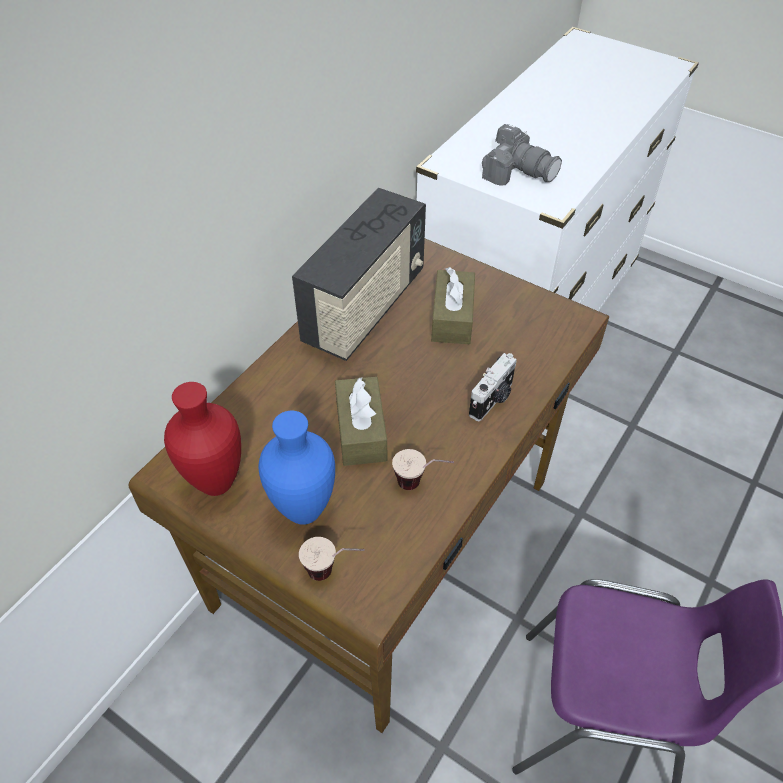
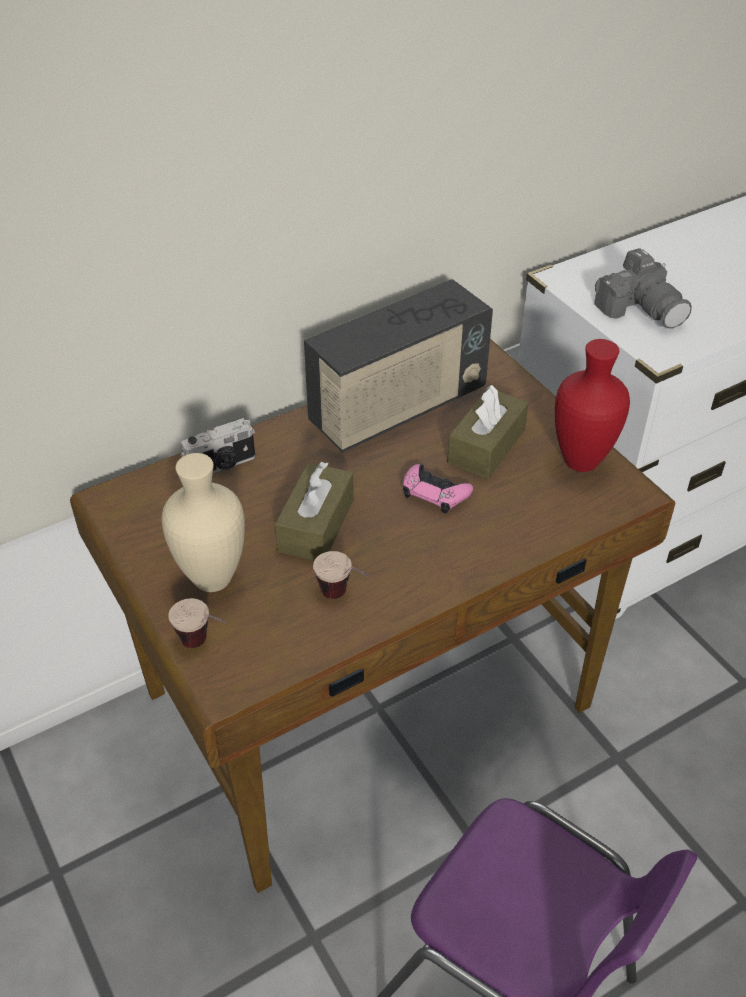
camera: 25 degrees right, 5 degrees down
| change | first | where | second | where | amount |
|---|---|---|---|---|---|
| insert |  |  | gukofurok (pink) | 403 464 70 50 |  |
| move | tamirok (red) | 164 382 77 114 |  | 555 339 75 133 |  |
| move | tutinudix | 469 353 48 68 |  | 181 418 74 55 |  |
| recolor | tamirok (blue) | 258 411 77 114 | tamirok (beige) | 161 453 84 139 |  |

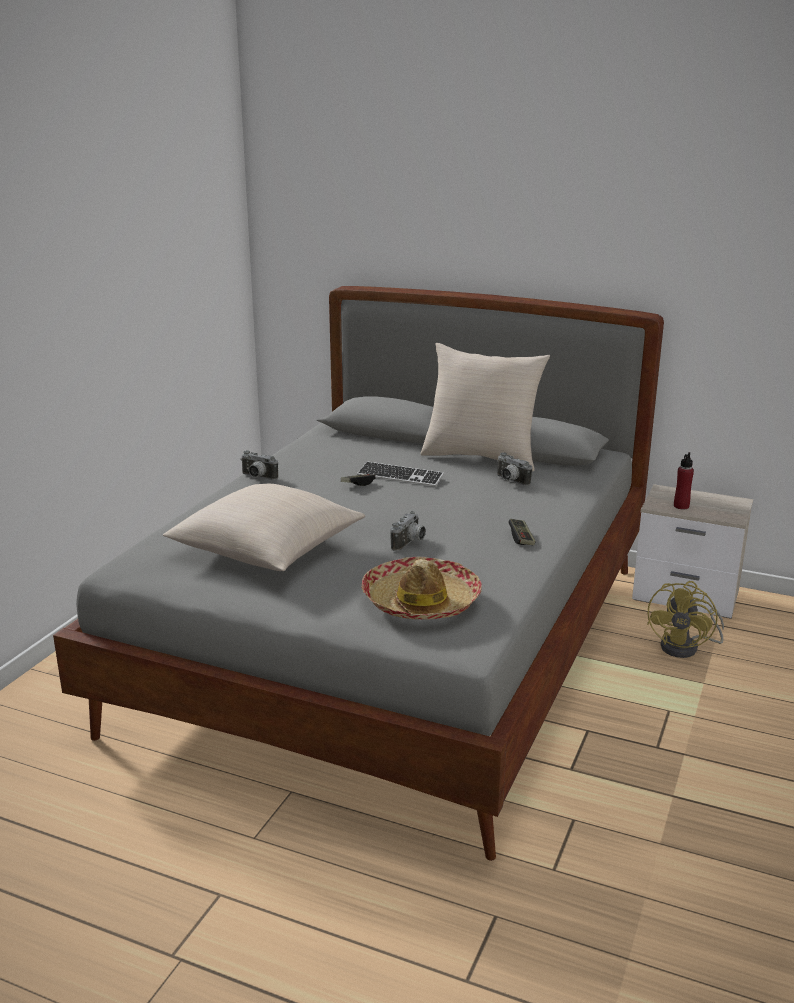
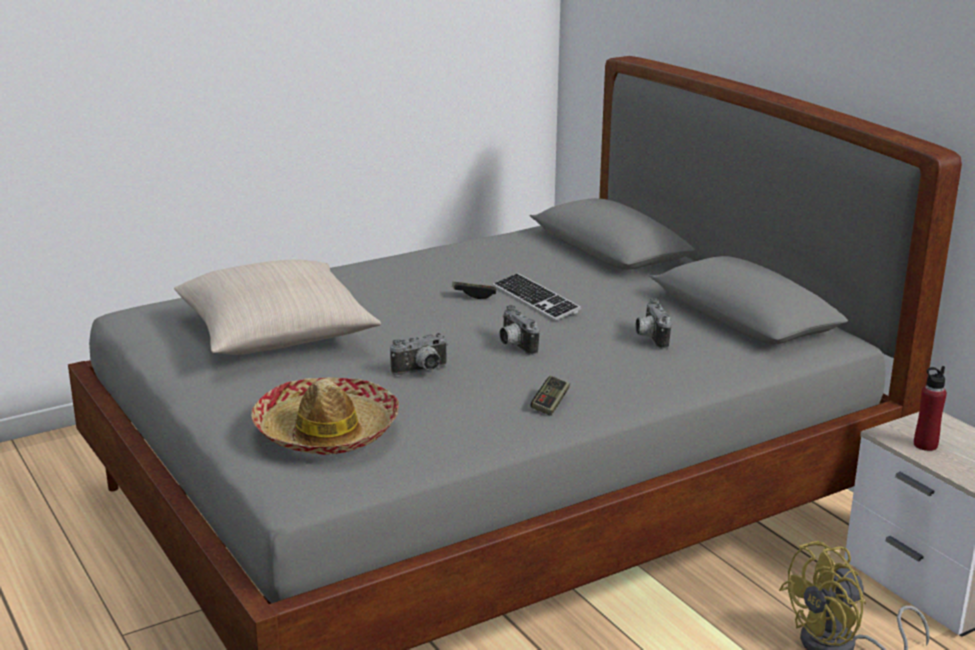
camera: 35 degrees right, 0 degrees up
| change | first | where | second | where | amount |
|---|---|---|---|---|---|
| delete | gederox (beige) | 421 343 129 128 |  |  |  |
| move | tutinudix | 240 450 38 30 |  | 499 305 41 50 |  |

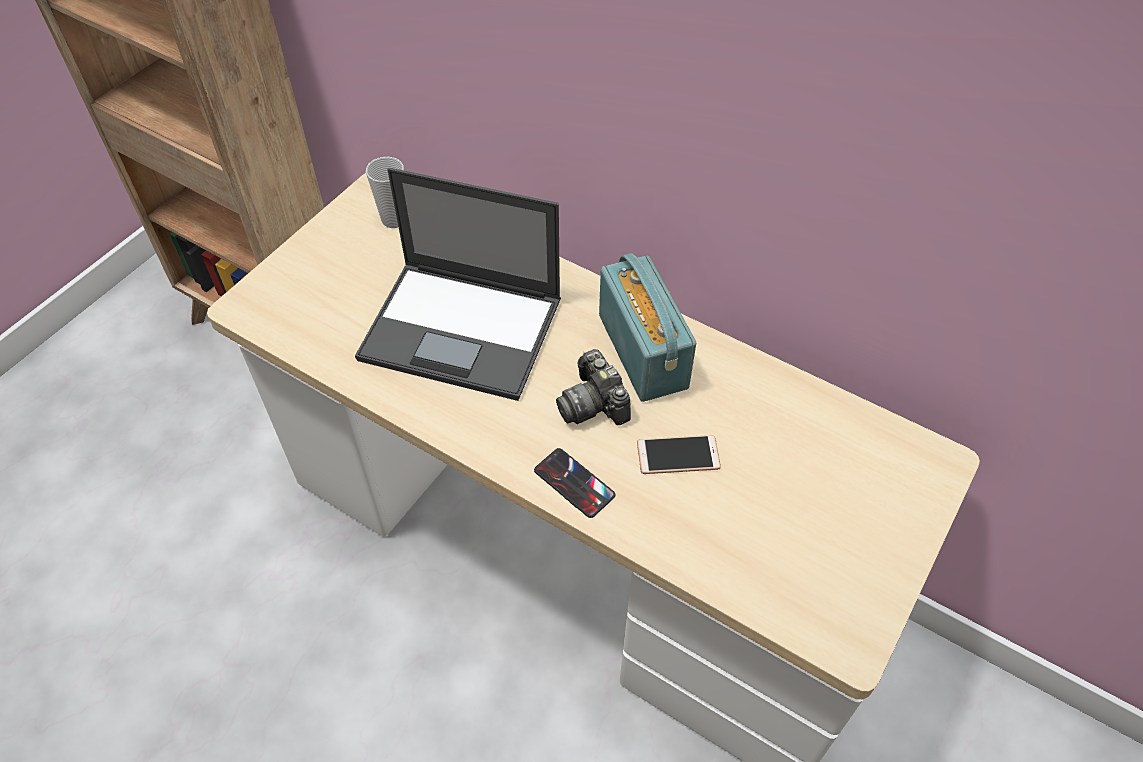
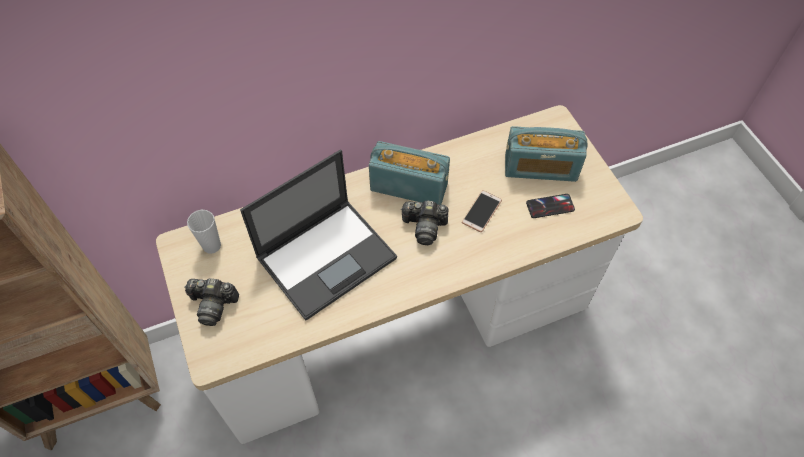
camera: 55 degrees left, 5 degrees up
| change | first | where | second | where | amount |
|---|---|---|---|---|---|
| insert |  |  | tutinudix | 184 278 55 48 |  |
| insert |  |  | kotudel | 505 126 83 56 |  |
| move | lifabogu | 534 448 81 70 |  | 526 194 49 24 |  |

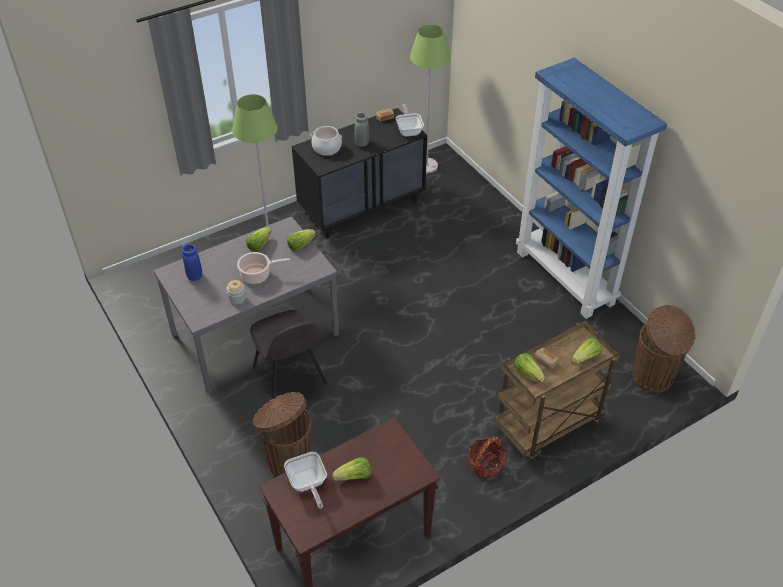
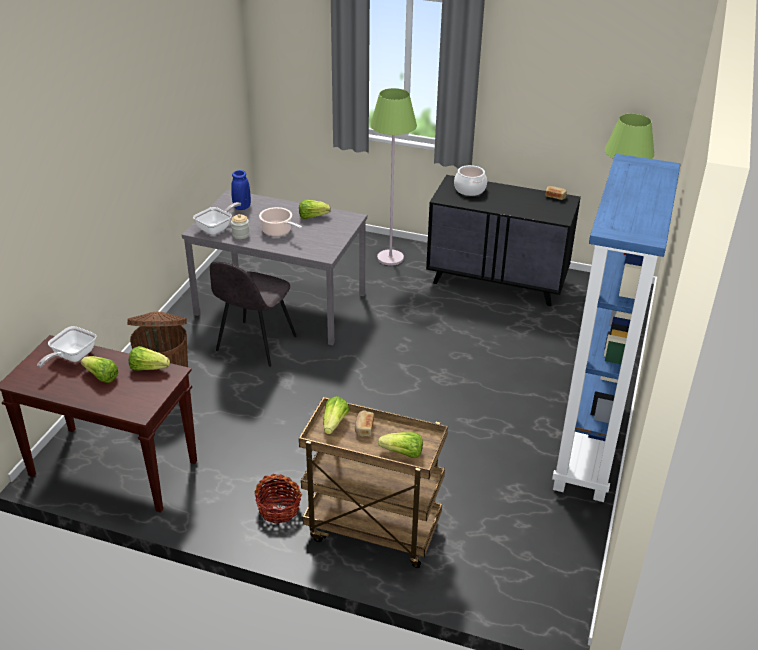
camera: 50 degrees right, 10 degrees down
| change | first | where | second | where | amount |
|---|---|---|---|---|---|
| delete | tamirok (grey) | 354 112 15 35 |  |  |  |
| delete | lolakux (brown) | 633 305 63 88 |  |  |  |
| move | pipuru | 287 229 29 23 |  | 129 346 41 25 |  |
| move | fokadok | 396 104 28 32 |  | 193 202 48 33 |  |

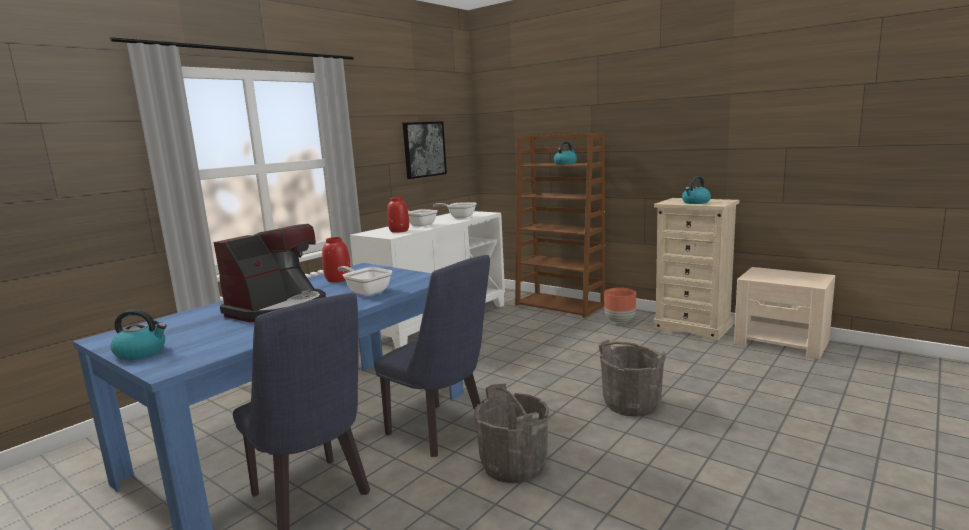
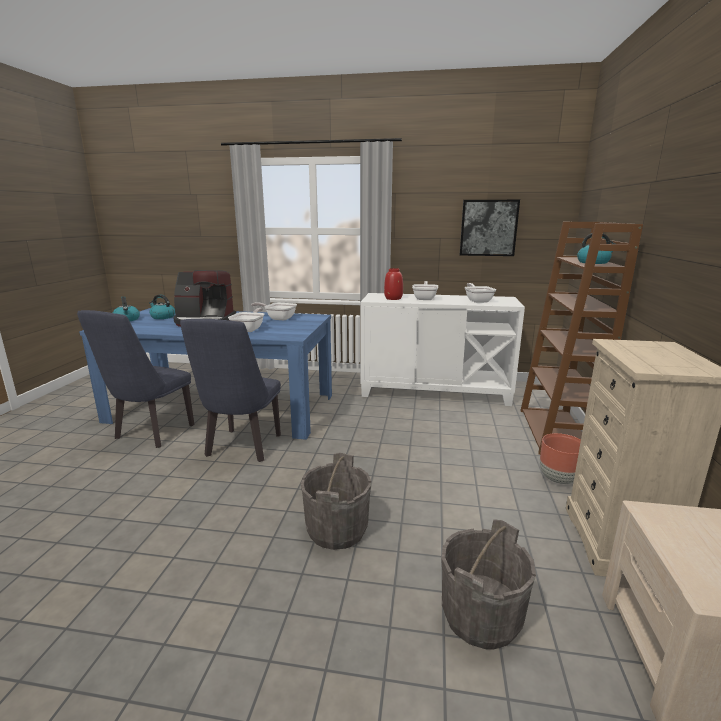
camera: 60 degrees right, 5 degrees up
| change | first | where | second | where | amount |
|---|---|---|---|---|---|
| move | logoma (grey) | 474 383 75 100 |  | 441 519 95 131 |  |
| move | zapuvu | 682 177 29 27 |  | 149 294 26 25 |  |
| replace | tamirok (red) | 322 237 29 45 | fokadok | 251 302 46 18 |  |

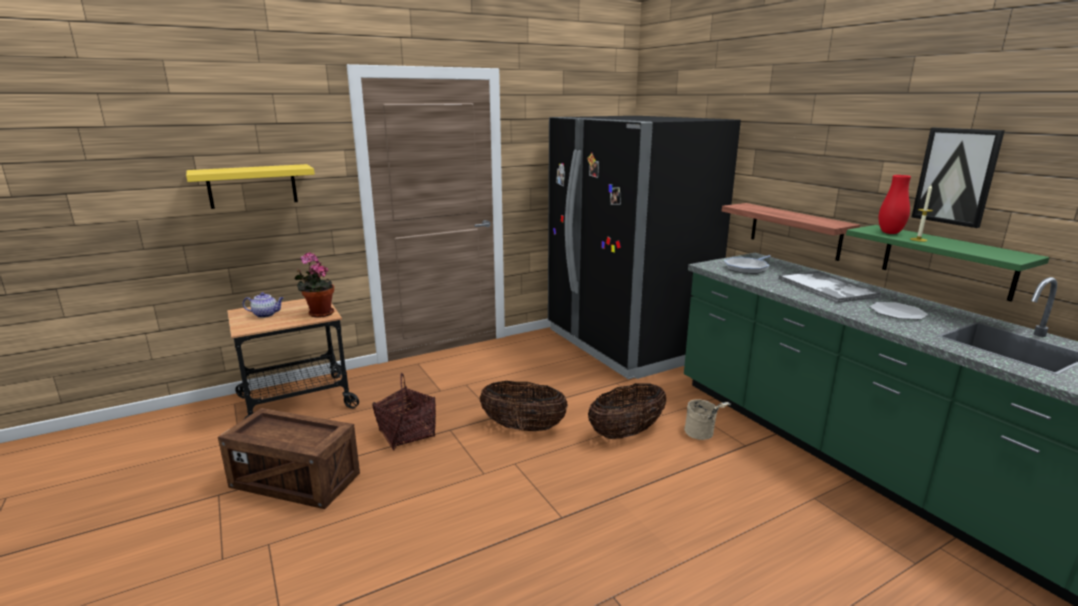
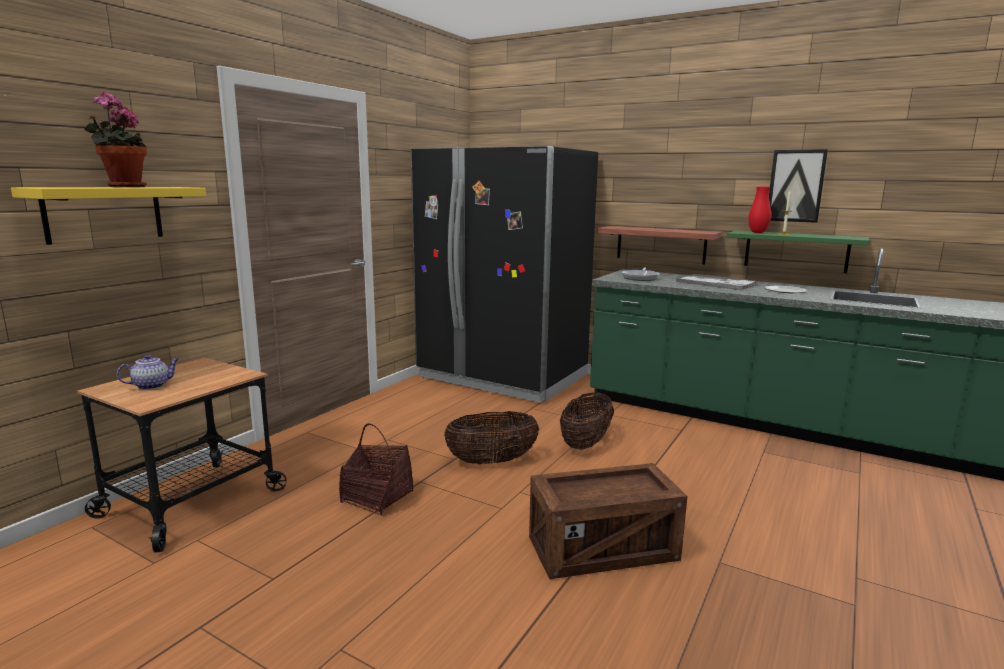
camera: 30 degrees left, 5 degrees down
| change | first | where | second | where | amount |
|---|---|---|---|---|---|
| delete | logoma (beige) | 684 399 47 41 |  |  |  |
| move | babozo | 218 408 142 101 |  | 529 463 159 116 |  |
| move | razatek | 294 252 40 66 |  | 84 92 63 95 |  |

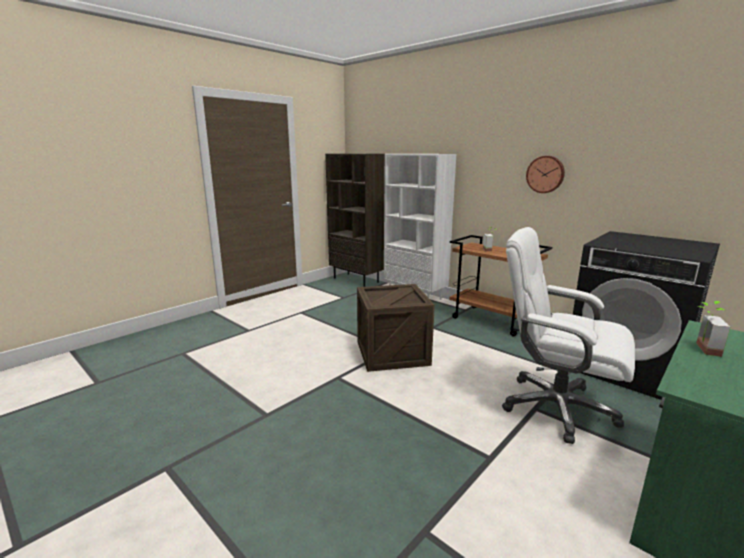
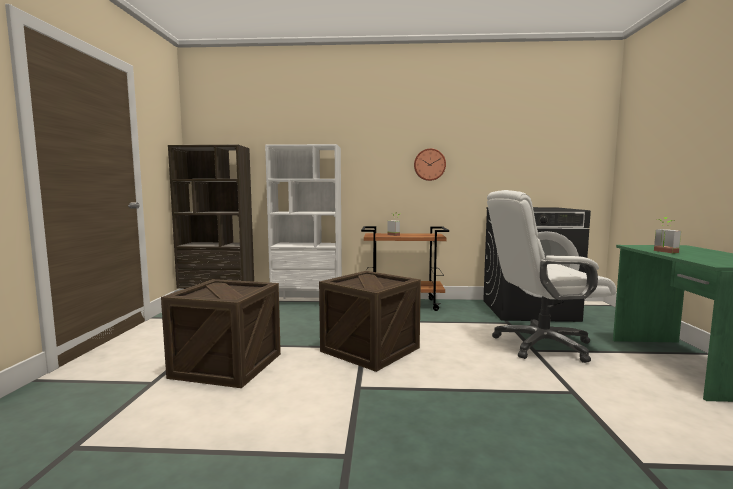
camera: 40 degrees left, 10 degrees down
| change | first | where | second | where | amount |
|---|---|---|---|---|---|
| insert |  |  | babozo | 161 279 120 109 |  |

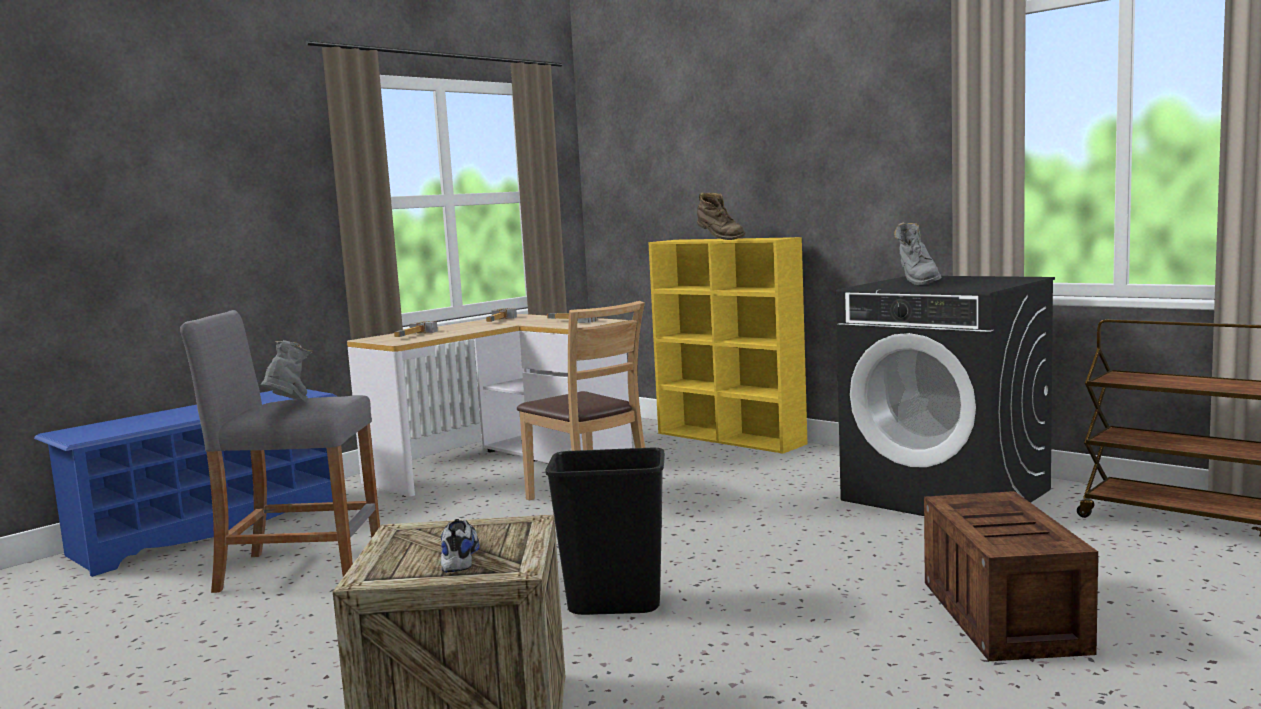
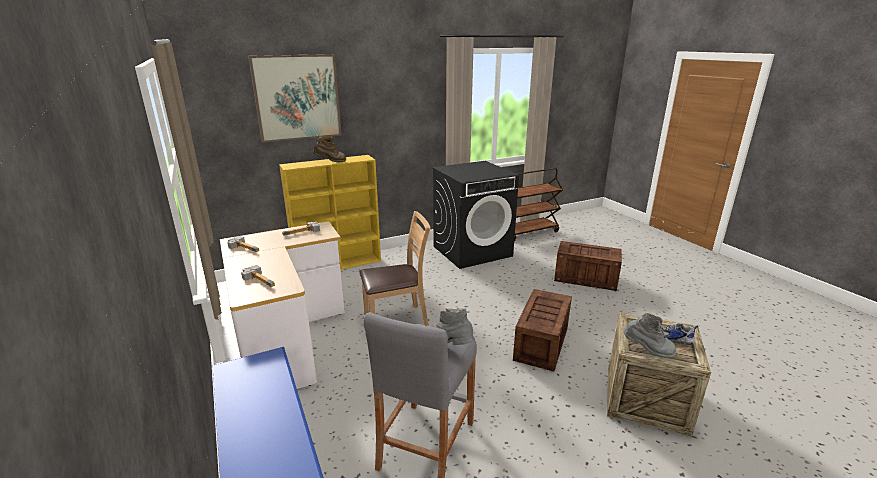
camera: 70 degrees left, 15 degrees up
| change | first | where | second | where | amount |
|---|---|---|---|---|---|
| insert |  |  | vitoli | 248 54 94 89 |  |
| move | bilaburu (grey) | 894 222 47 63 |  | 623 313 53 45 |  |
| replace | lolakux (black) | 546 448 119 167 | babozo | 513 289 59 82 |  |

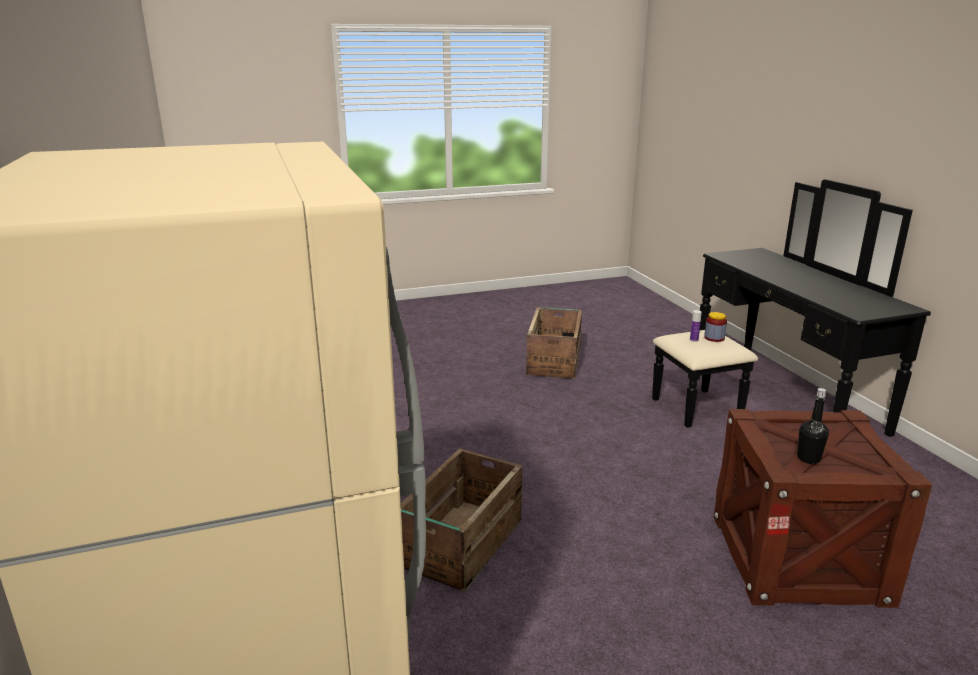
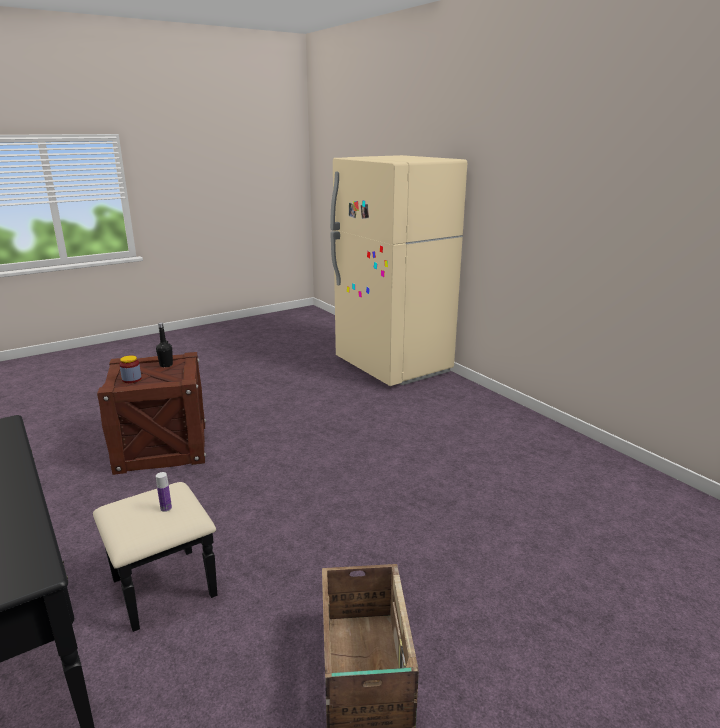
camera: 165 degrees right, 0 degrees up
| change | first | where | second | where | amount |
|---|---|---|---|---|---|
| delete | babozo | 401 448 121 144 |  |  |  |
| move | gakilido | 704 312 23 30 |  | 119 355 23 28 |  |

